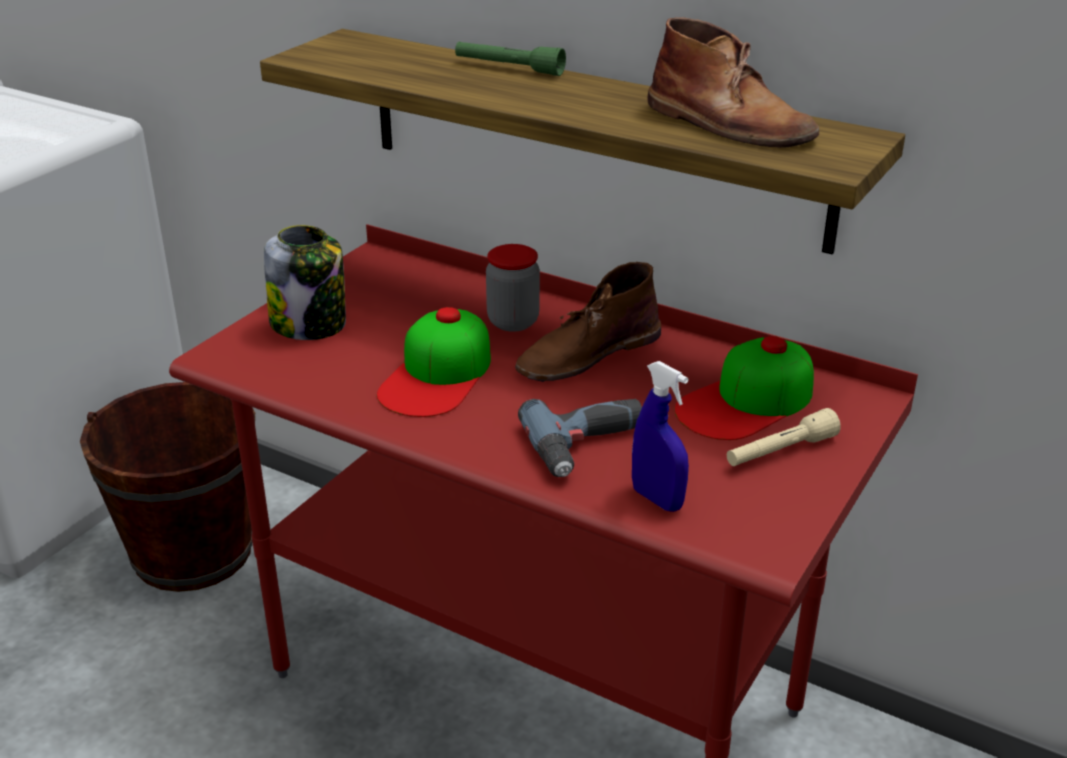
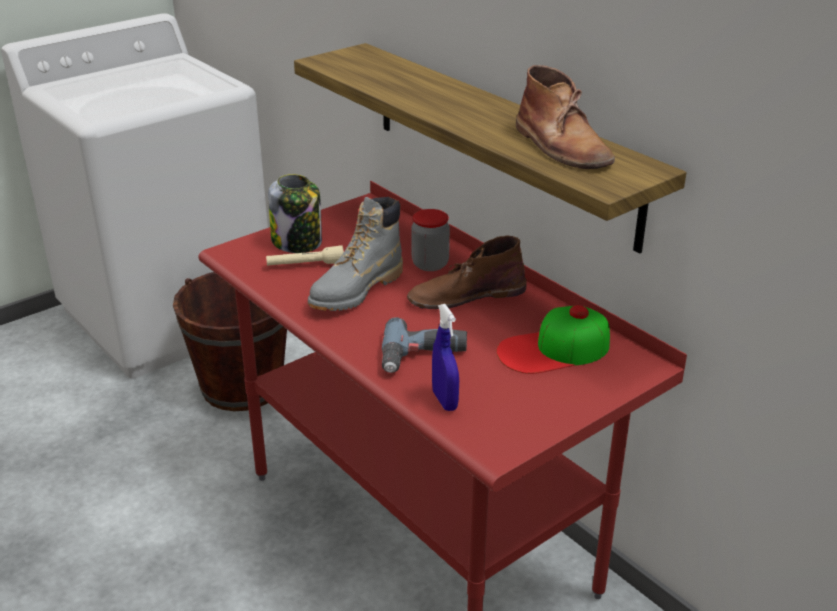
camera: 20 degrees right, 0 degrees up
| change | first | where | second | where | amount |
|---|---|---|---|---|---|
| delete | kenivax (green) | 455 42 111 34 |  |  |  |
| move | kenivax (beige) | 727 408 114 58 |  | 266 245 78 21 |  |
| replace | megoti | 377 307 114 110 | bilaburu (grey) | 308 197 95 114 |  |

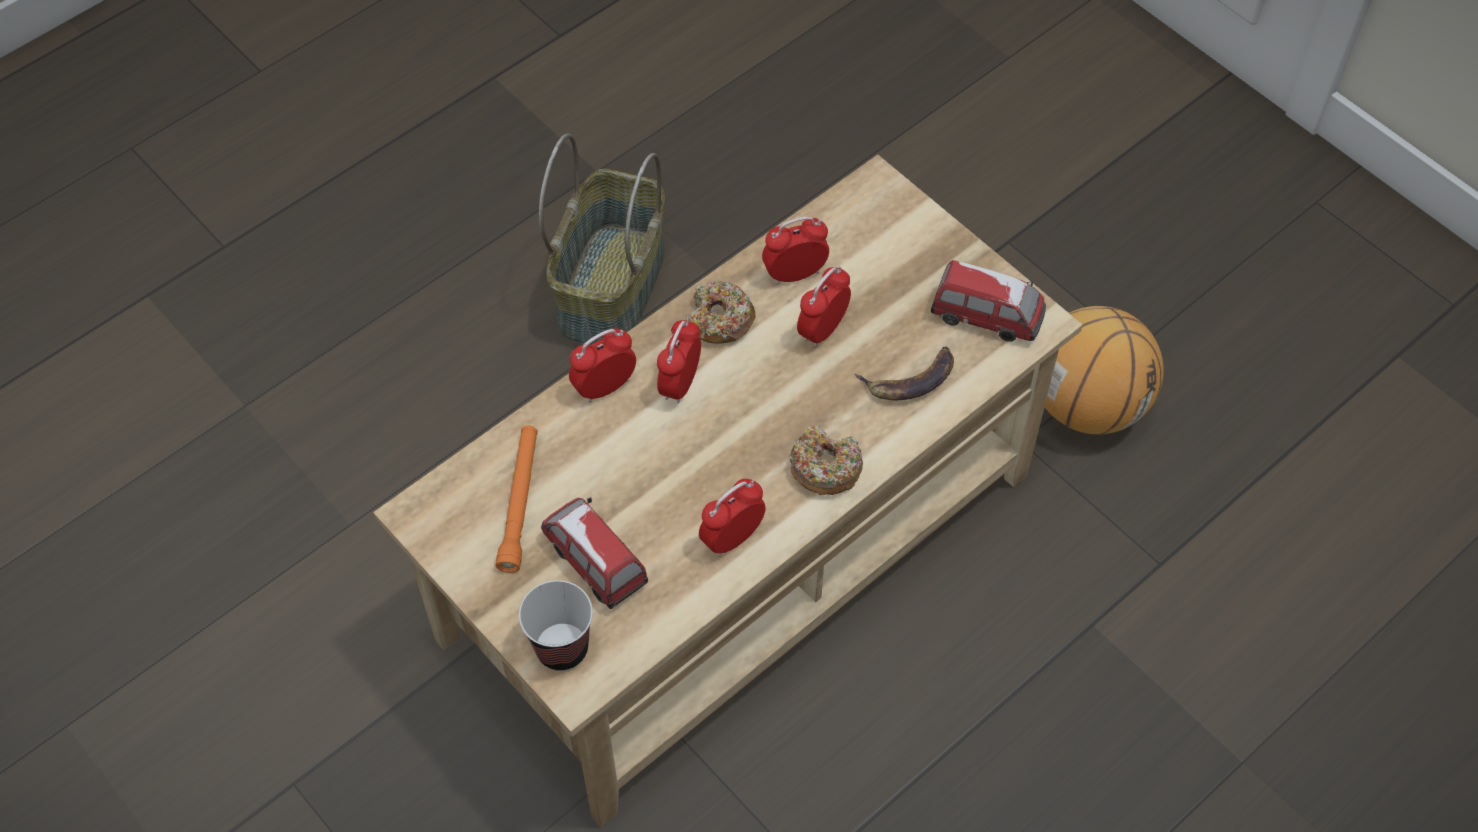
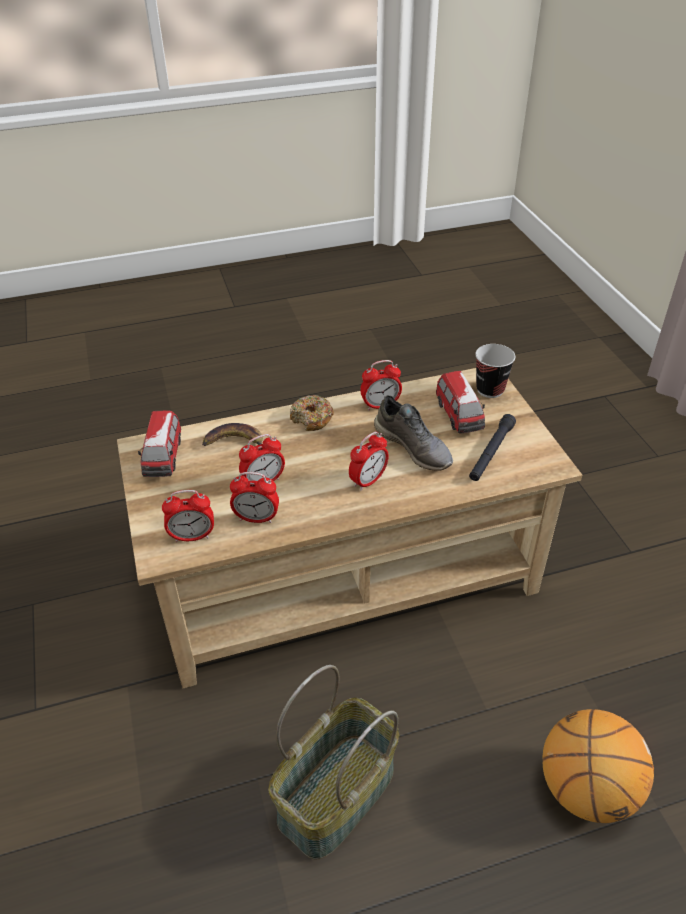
camera: 155 degrees left, 15 degrees down
| change | first | where | second | where | amount |
|---|---|---|---|---|---|
| delete | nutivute | 686 281 70 63 |  |  |  |
| insert |  |  | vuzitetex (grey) | 374 395 79 76 |  |
| move | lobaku | 569 328 67 75 |  | 162 490 52 52 |  |
| move | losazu | 1045 306 119 129 |  | 542 709 112 114 |  |
| recolor | kenivax (orange) | 496 426 42 147 | kenivax (black) | 469 414 47 67 |  |
| rotate | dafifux | 931 260 115 82 |  | 138 410 43 67 | 135 degrees counterclockwise |

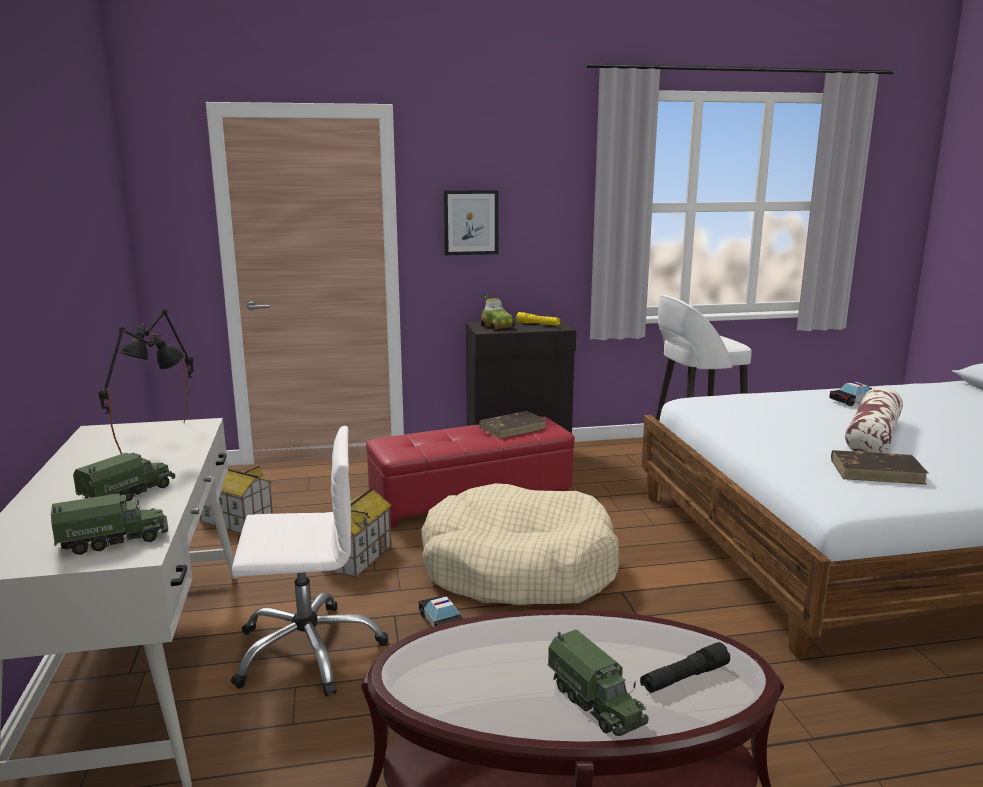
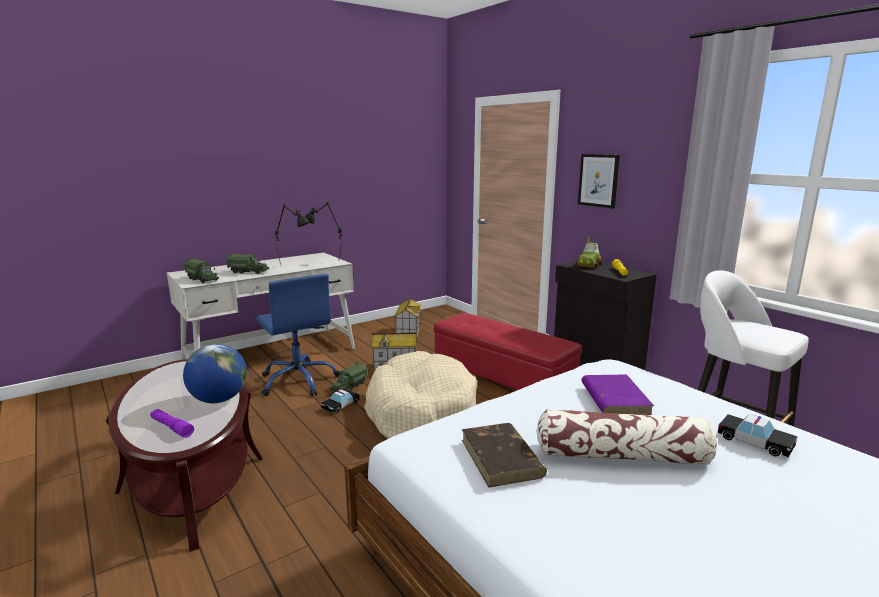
camera: 65 degrees right, 0 degrees up
| change | first | where | second | where | amount |
|---|---|---|---|---|---|
| delete | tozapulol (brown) | 479 411 68 28 |  |  |  |
| insert |  |  | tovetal | 183 344 64 59 |  |
| insert |  |  | tozapulol (purple) | 581 375 73 40 |  |
| move | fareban | 547 629 102 107 |  | 330 361 38 31 |  |
| recolor | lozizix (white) | 231 426 157 270 | lozizix (blue) | 256 274 84 122 |  |
| recolor | kenivax (black) | 640 642 90 51 | kenivax (purple) | 150 409 44 29 |  |

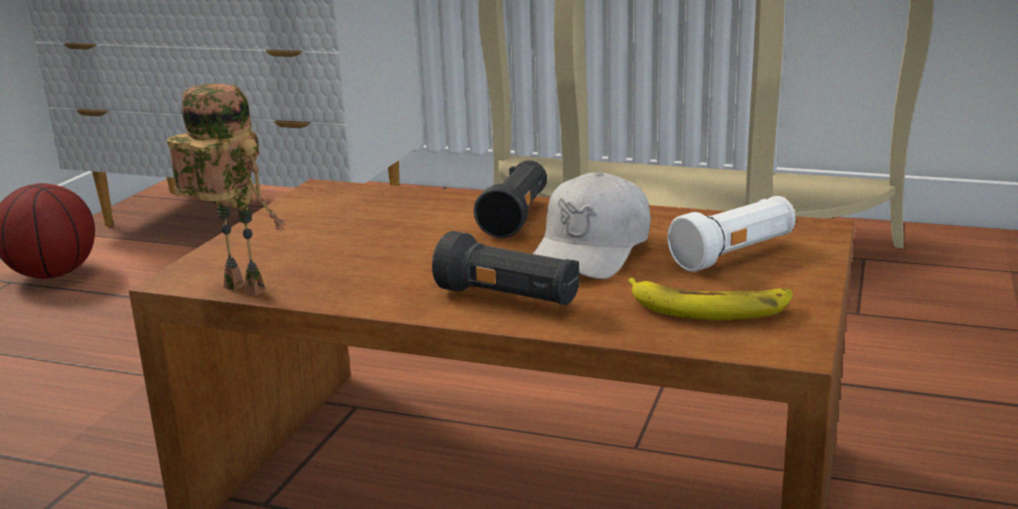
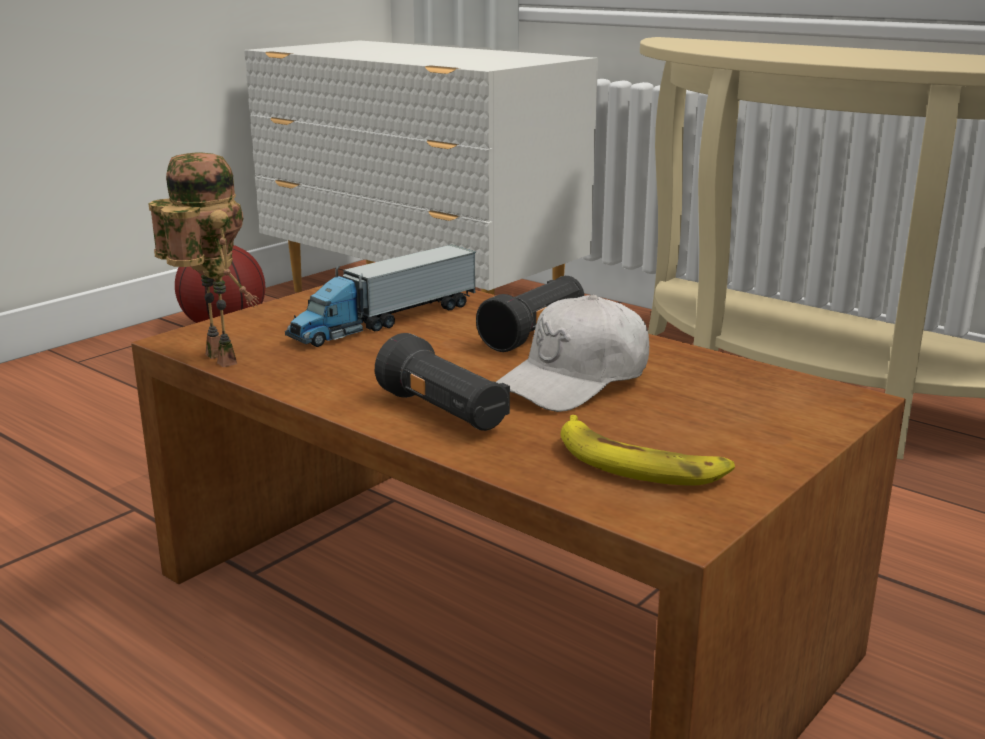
camera: 20 degrees right, 0 degrees up
| change | first | where | second | where | amount |
|---|---|---|---|---|---|
| delete | kenivax (white) | 668 196 128 76 |  |  |  |
| insert |  |  | fareban | 285 245 191 102 |  |

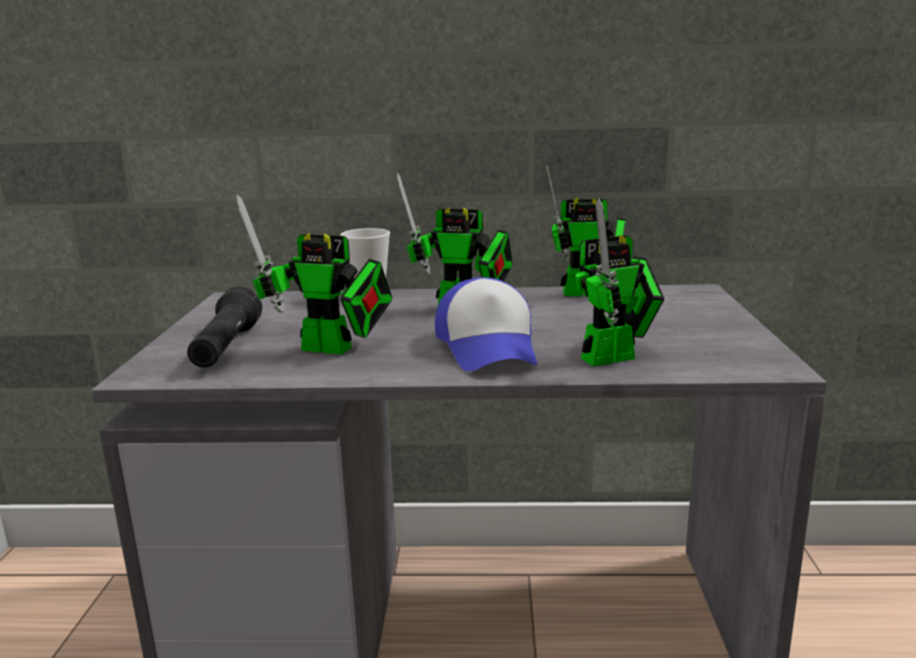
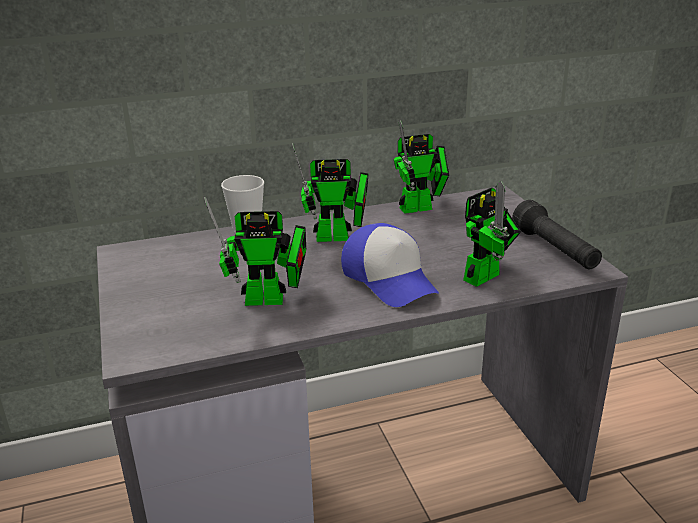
camera: 20 degrees left, 10 degrees up
| change | first | where | second | where | amount |
|---|---|---|---|---|---|
| move | kenivax (black) | 187 287 75 80 |  | 512 200 90 69 |  |

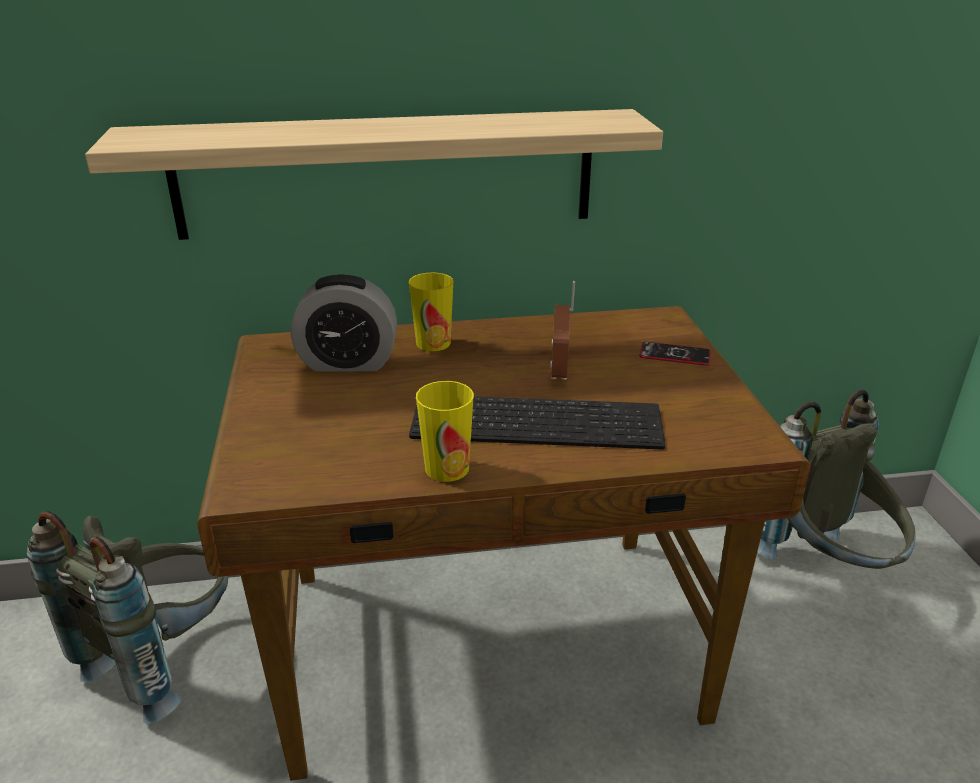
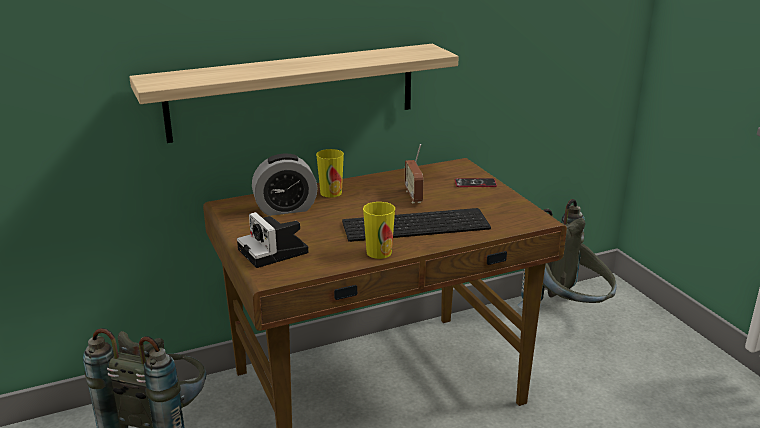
camera: 15 degrees left, 5 degrees down
| change | first | where | second | where | amount |
|---|---|---|---|---|---|
| insert |  |  | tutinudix | 237 212 72 56 |  |

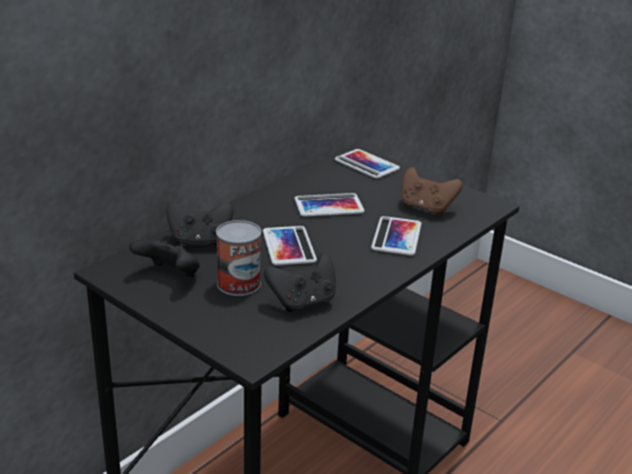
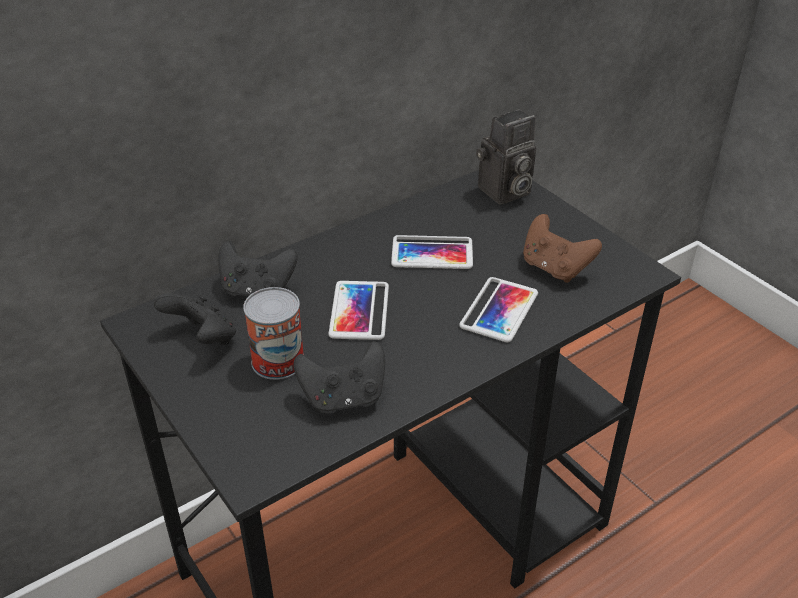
camera: 15 degrees right, 10 degrees up
| change | first | where | second | where | amount |
|---|---|---|---|---|---|
| replace | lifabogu | 335 149 65 30 | tutinudix | 476 109 60 96 |  |

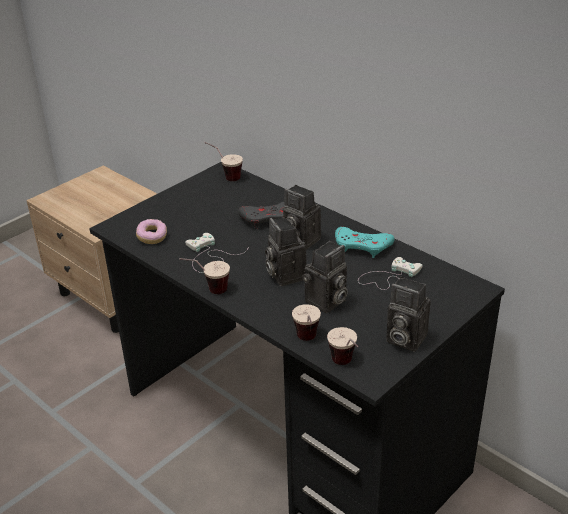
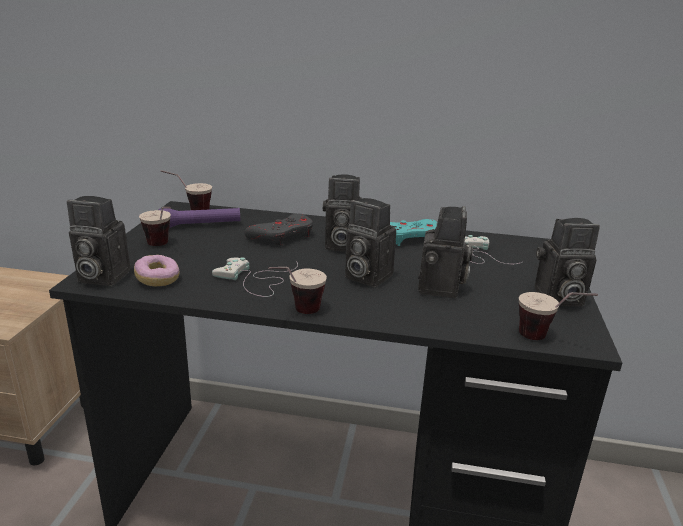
camera: 35 degrees left, 10 degrees down
| change | first | where | second | where | amount |
|---|---|---|---|---|---|
| insert |  |  | tutinudix | 67 196 63 90 |  |
| insert |  |  | kenivax (purple) | 159 208 81 20 |  |
| move | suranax | 292 304 29 37 |  | 139 207 32 39 |  |

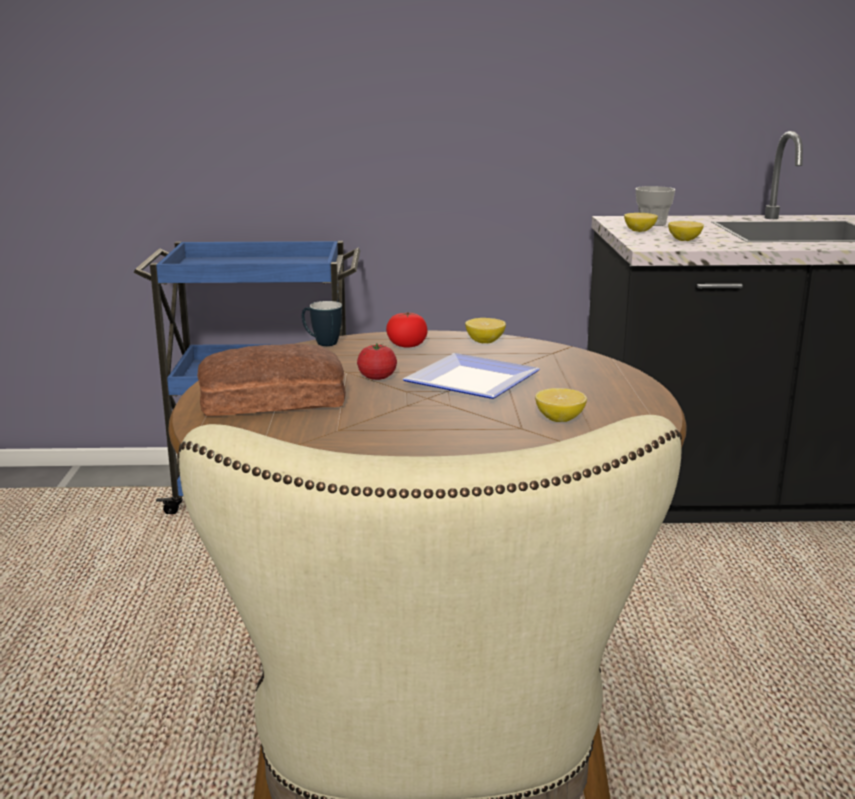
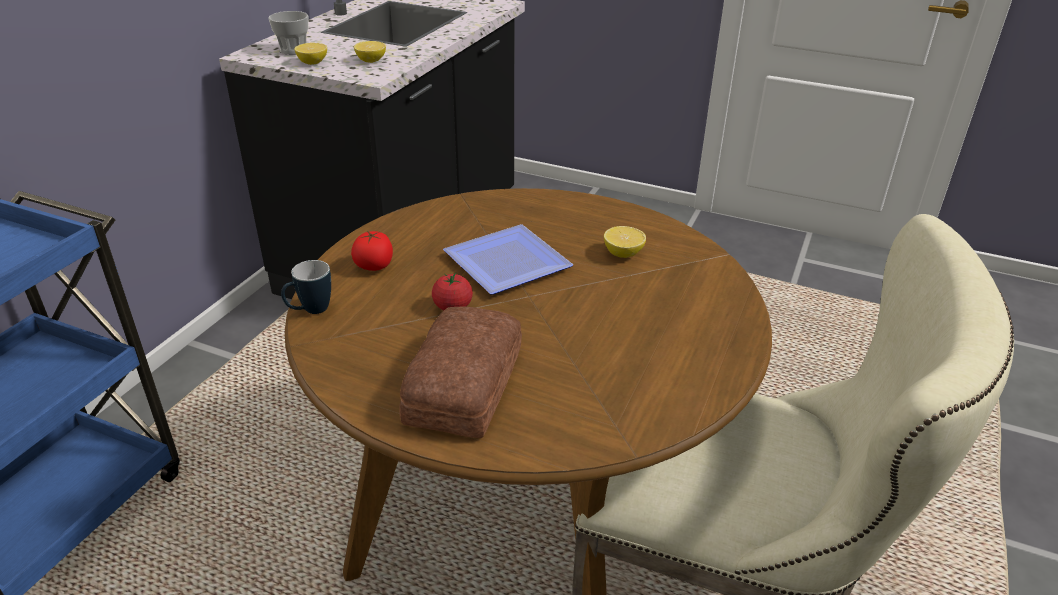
camera: 65 degrees left, 15 degrees up
| change | first | where | second | where | amount |
|---|---|---|---|---|---|
| delete | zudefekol | 465 318 41 25 |  |  |  |

